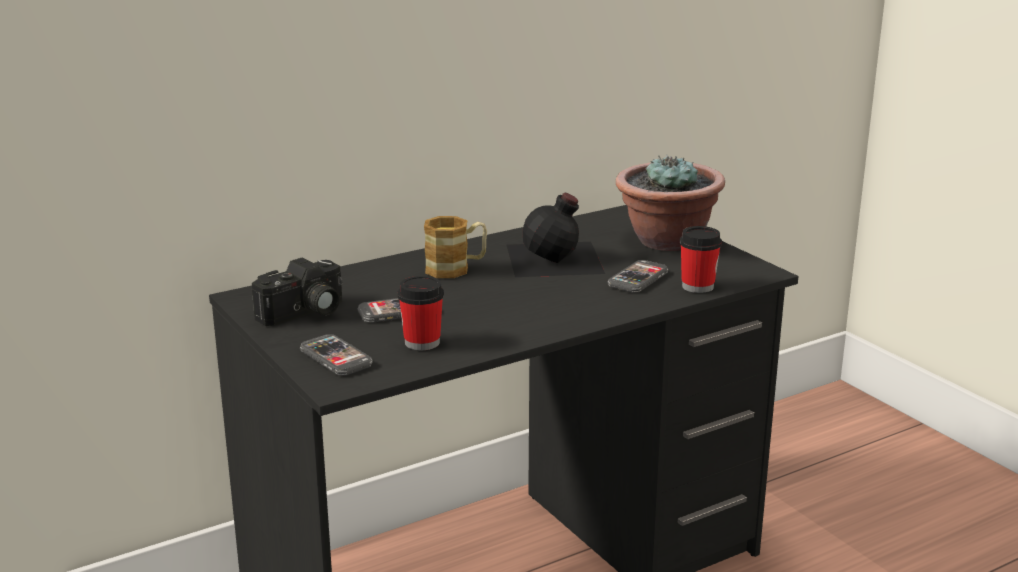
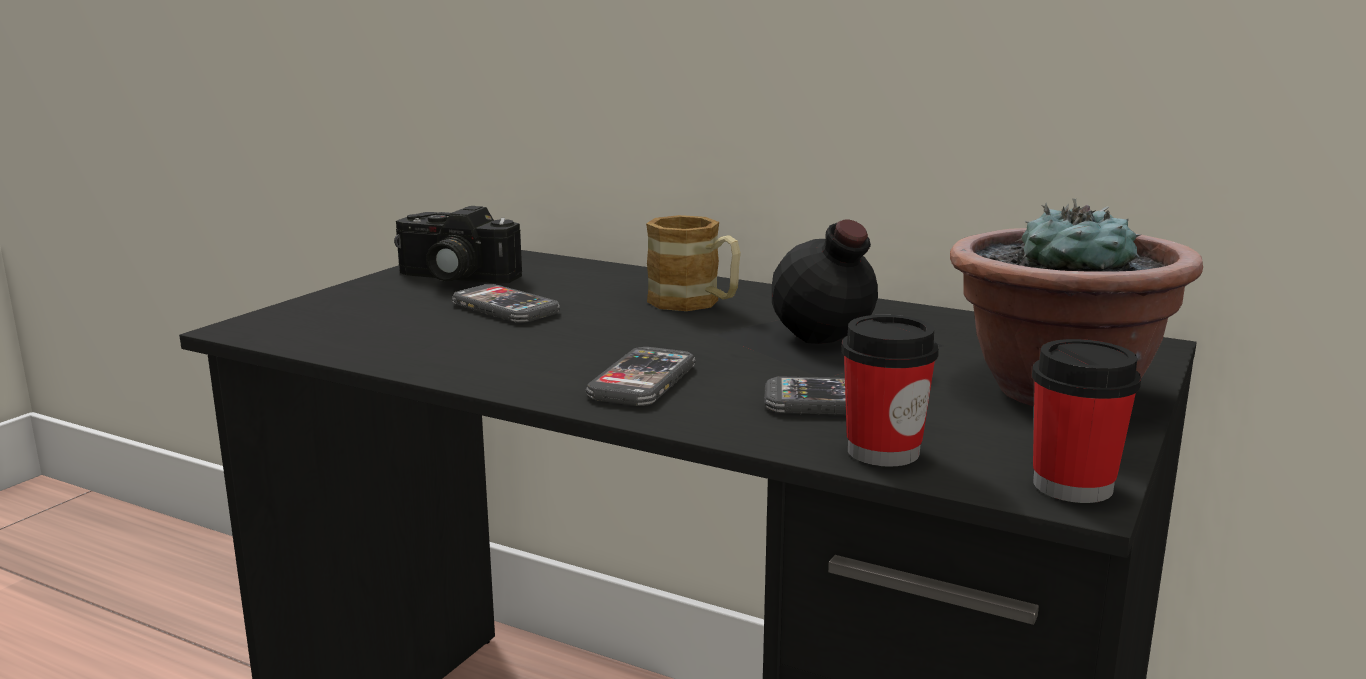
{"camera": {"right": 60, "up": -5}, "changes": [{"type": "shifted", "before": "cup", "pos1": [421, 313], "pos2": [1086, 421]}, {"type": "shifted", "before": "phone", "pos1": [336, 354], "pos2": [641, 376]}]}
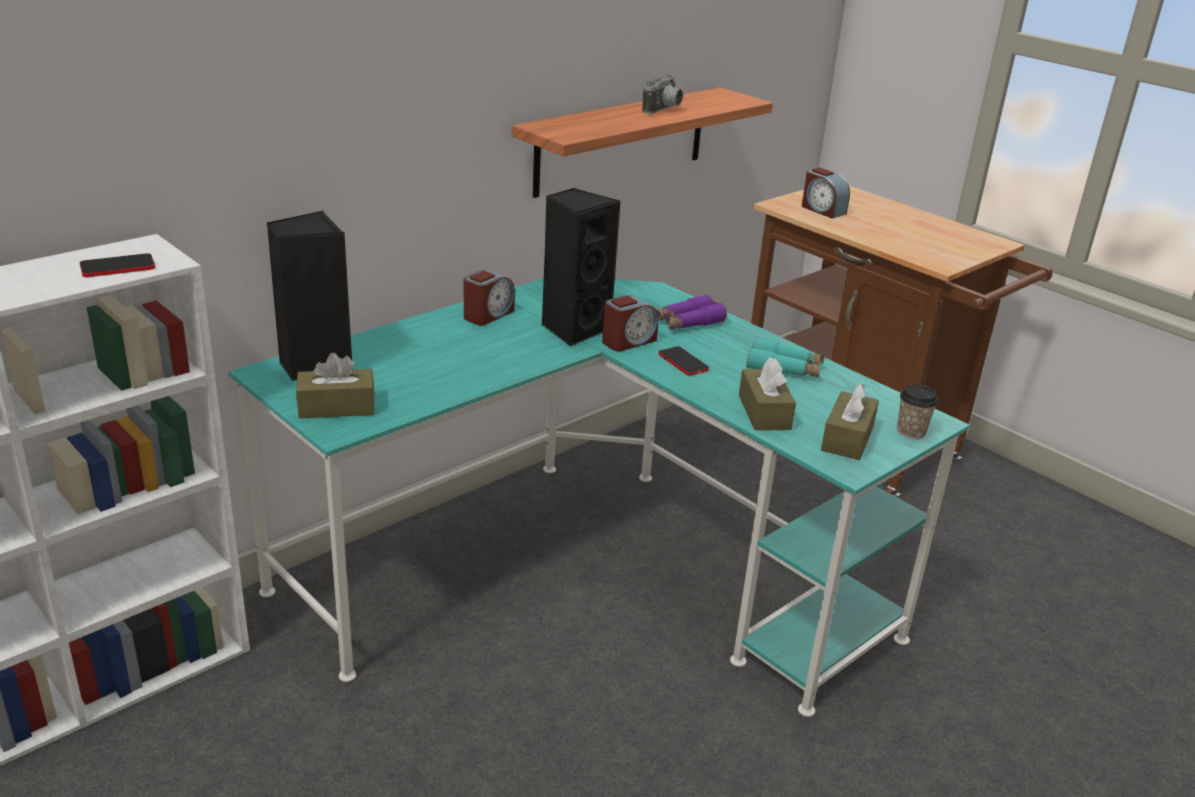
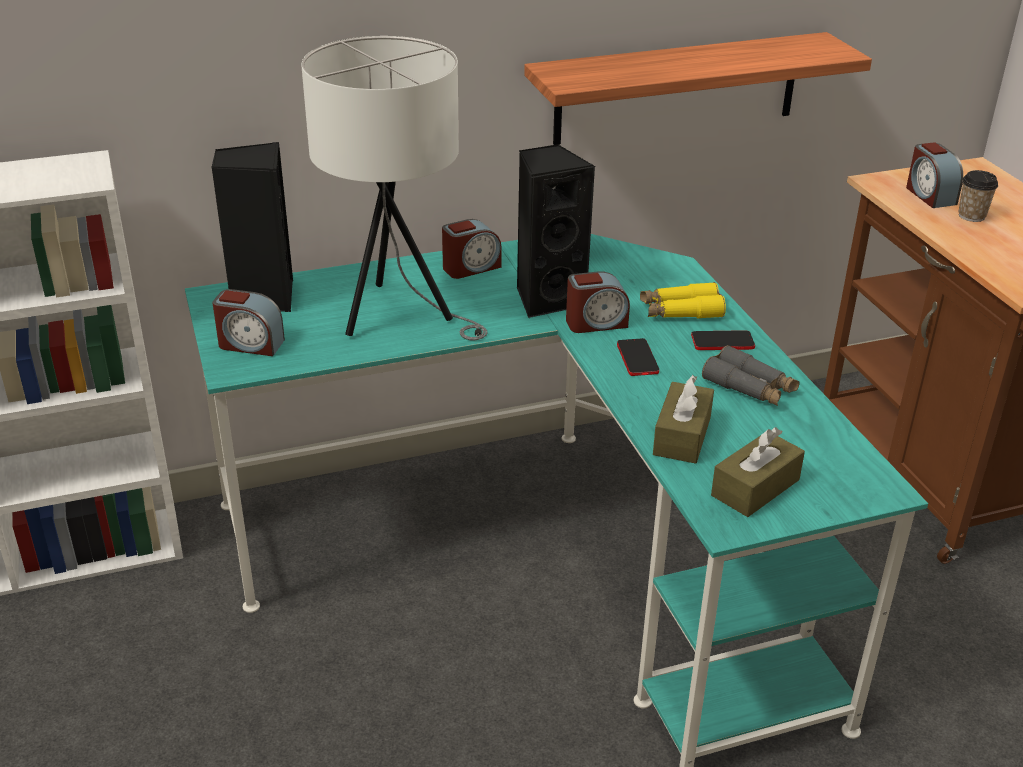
{"camera": {"right": 25, "up": 5}, "changes": [{"type": "gone", "before": "photo camera", "pos1": [662, 94]}, {"type": "shifted", "before": "phone", "pos1": [117, 265], "pos2": [723, 340]}, {"type": "repainted", "before": "purple binoculars", "after": "yellow binoculars", "pos1": [691, 312], "pos2": [683, 300]}, {"type": "repainted", "before": "turquoise binoculars", "after": "grey binoculars", "pos1": [785, 357], "pos2": [750, 375]}, {"type": "swapped", "before": "brown tissue box", "after": "alarm clock", "pos1": [335, 386], "pos2": [249, 322]}, {"type": "shifted", "before": "cup", "pos1": [917, 411], "pos2": [978, 196]}, {"type": "new", "after": "white table lamp", "pos2": [394, 188]}]}
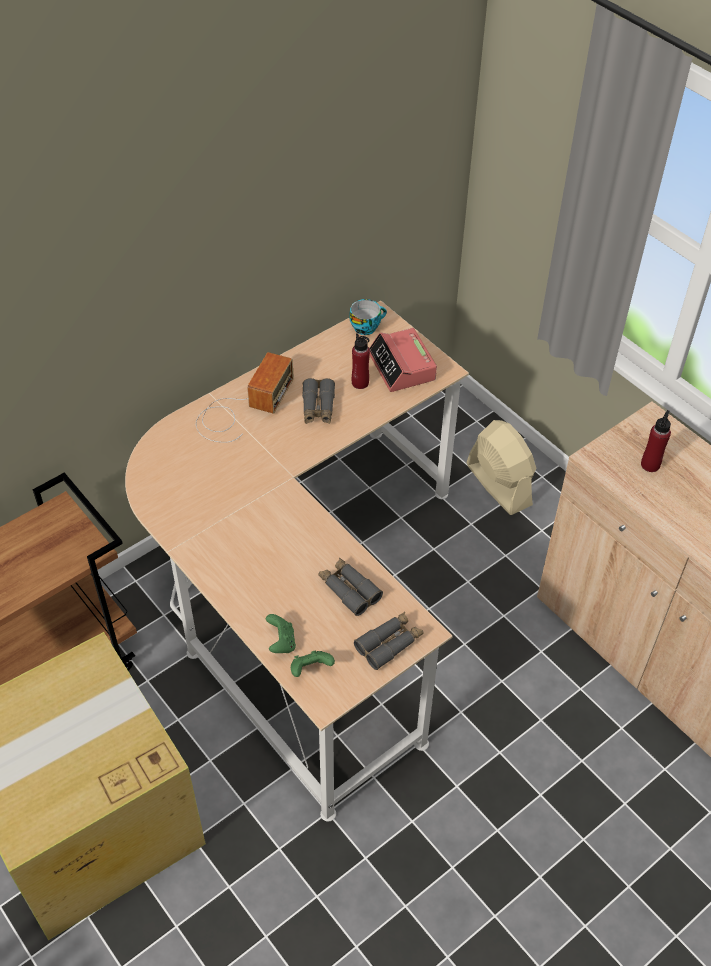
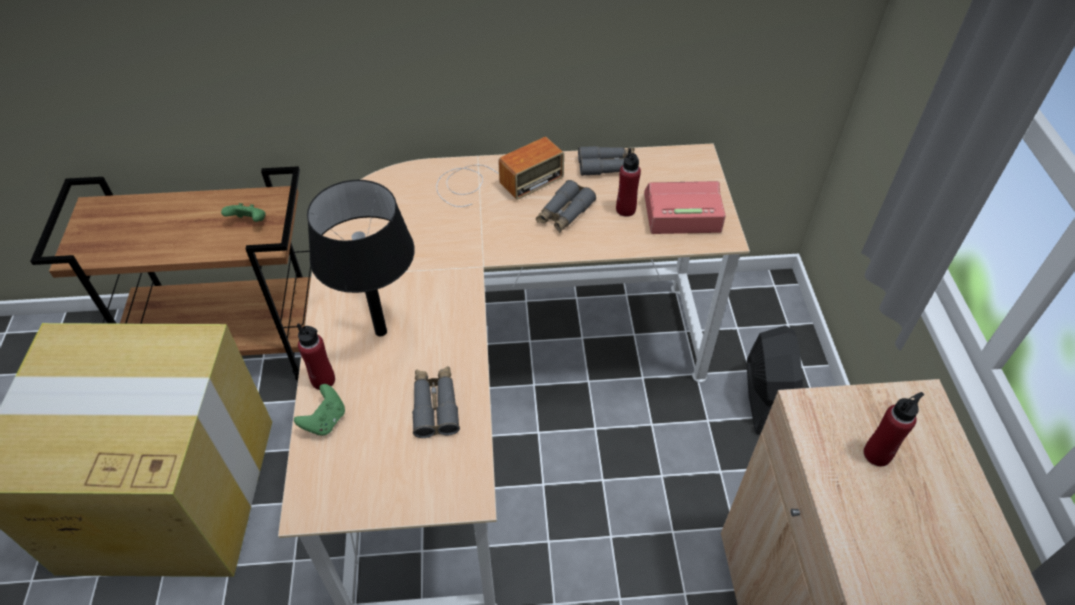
{"camera": {"right": 35, "up": 0}, "changes": [{"type": "gone", "before": "cup", "pos1": [368, 317]}, {"type": "rotated", "before": "alarm clock", "pos1": [403, 360], "pos2": [685, 207], "turn": 75}, {"type": "repainted", "before": "beige fan", "after": "black fan", "pos1": [501, 467], "pos2": [775, 379]}, {"type": "shifted", "before": "grey binoculars", "pos1": [388, 641], "pos2": [606, 161]}, {"type": "shifted", "before": "green game controller", "pos1": [313, 664], "pos2": [243, 212]}, {"type": "new", "after": "black table lamp", "pos2": [361, 258]}, {"type": "new", "after": "red bottle", "pos2": [316, 356]}]}
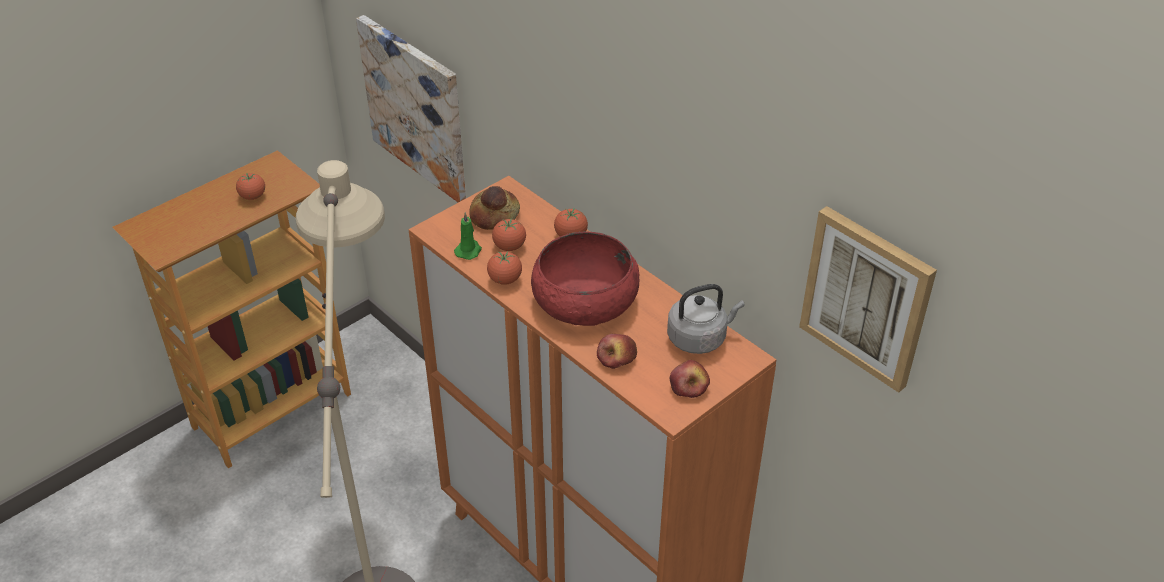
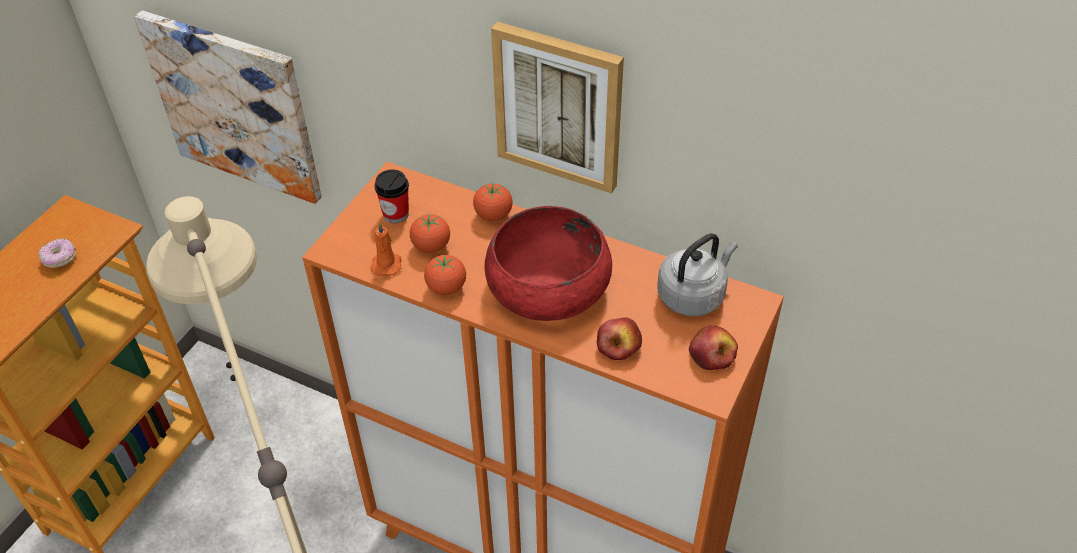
{"camera": {"right": -20, "up": 5}, "changes": [{"type": "swapped", "before": "tomato", "after": "donut", "pos1": [250, 186], "pos2": [57, 253]}, {"type": "swapped", "before": "bread", "after": "cup", "pos1": [494, 208], "pos2": [391, 196]}, {"type": "shifted", "before": "picture", "pos1": [868, 299], "pos2": [557, 108]}, {"type": "repainted", "before": "green candle", "after": "orange candle", "pos1": [468, 236], "pos2": [386, 249]}]}
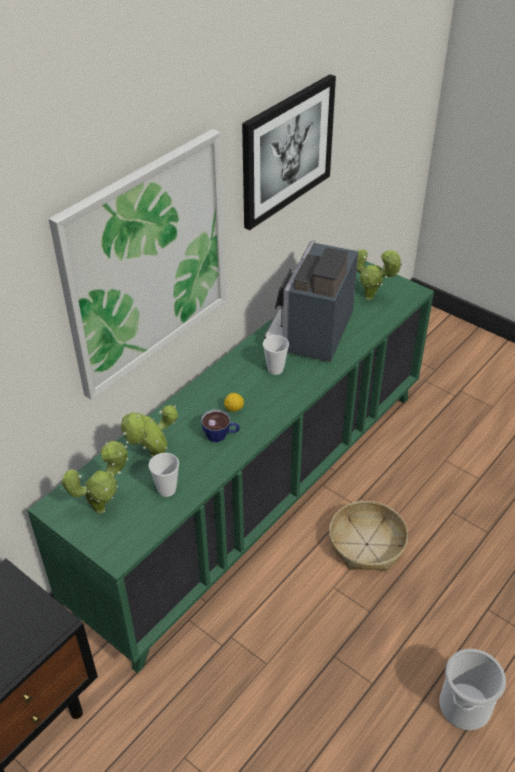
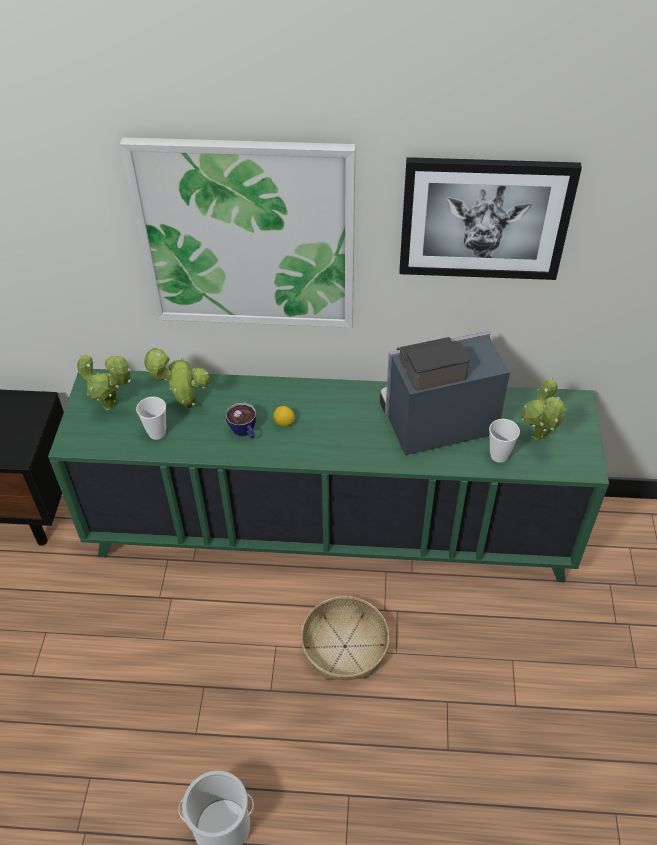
{"camera": {"right": 55, "up": 5}, "changes": [{"type": "shifted", "before": "cup", "pos1": [276, 355], "pos2": [504, 441]}]}
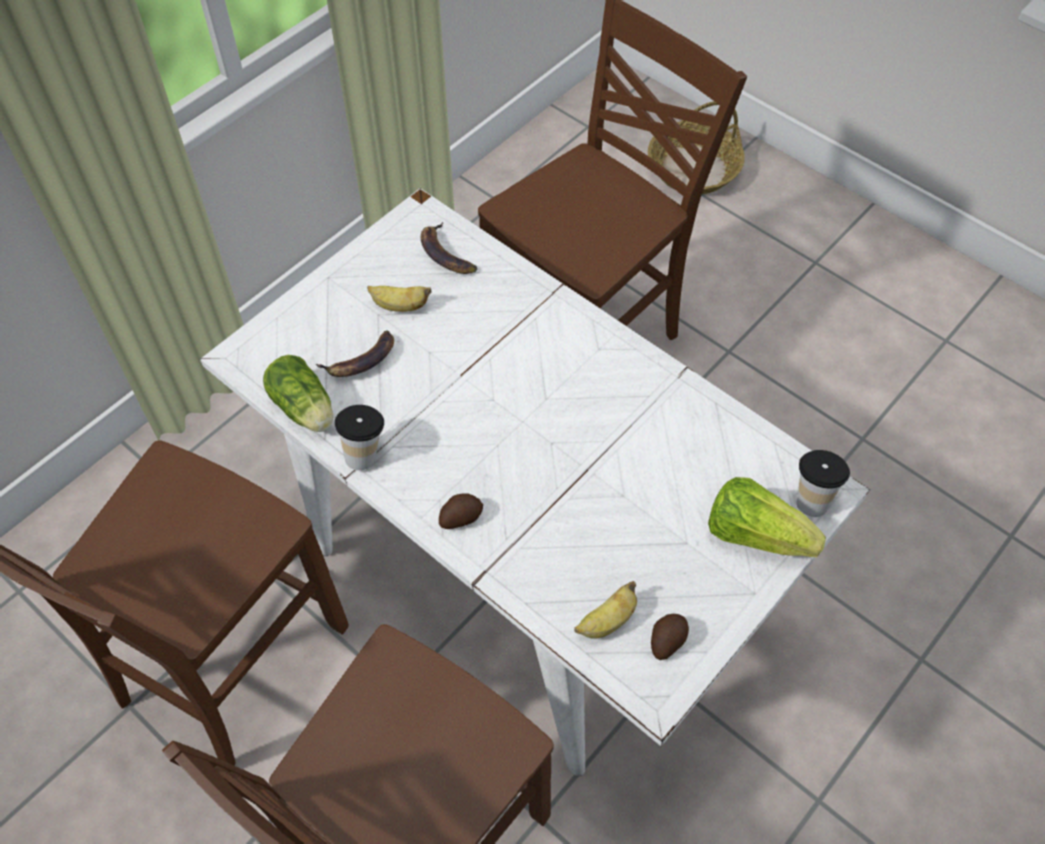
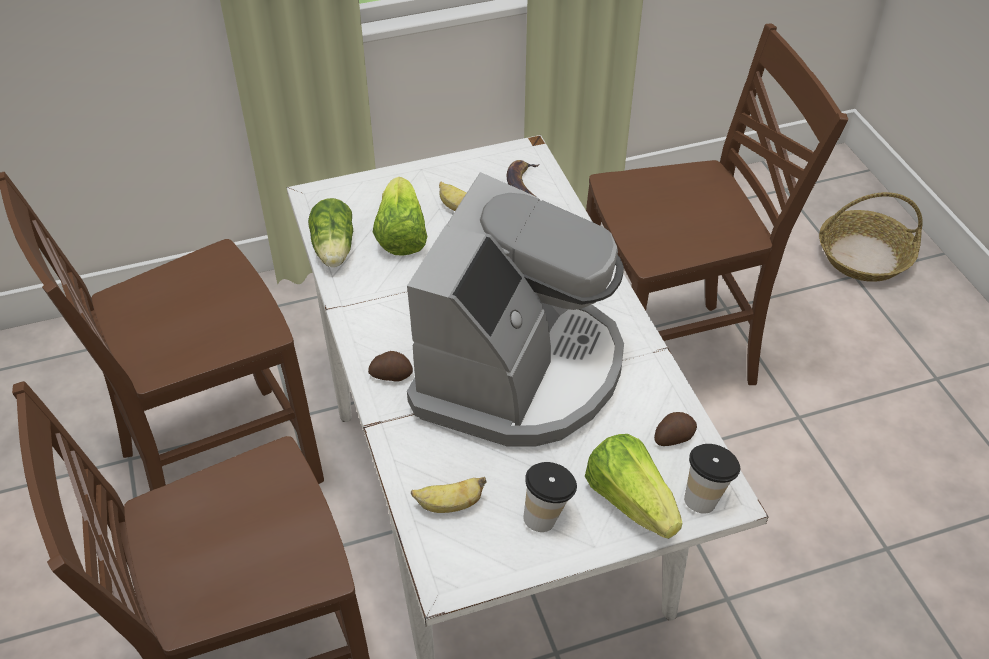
{"camera": {"right": 30, "up": -10}, "changes": [{"type": "swapped", "before": "banana", "after": "lettuce", "pos1": [355, 353], "pos2": [400, 216]}, {"type": "shifted", "before": "cup", "pos1": [359, 437], "pos2": [550, 497]}, {"type": "shifted", "before": "potato", "pos1": [670, 637], "pos2": [675, 429]}, {"type": "new", "after": "coffee machine", "pos2": [515, 309]}]}
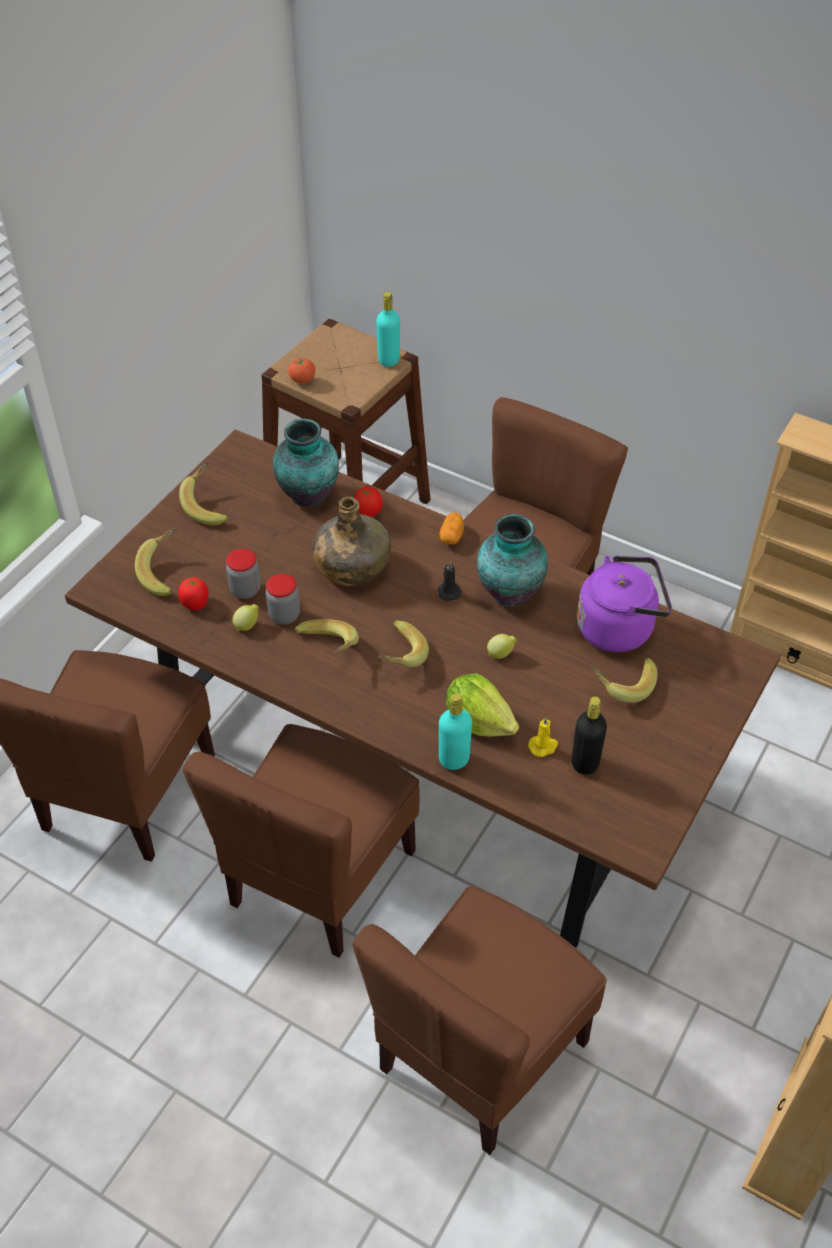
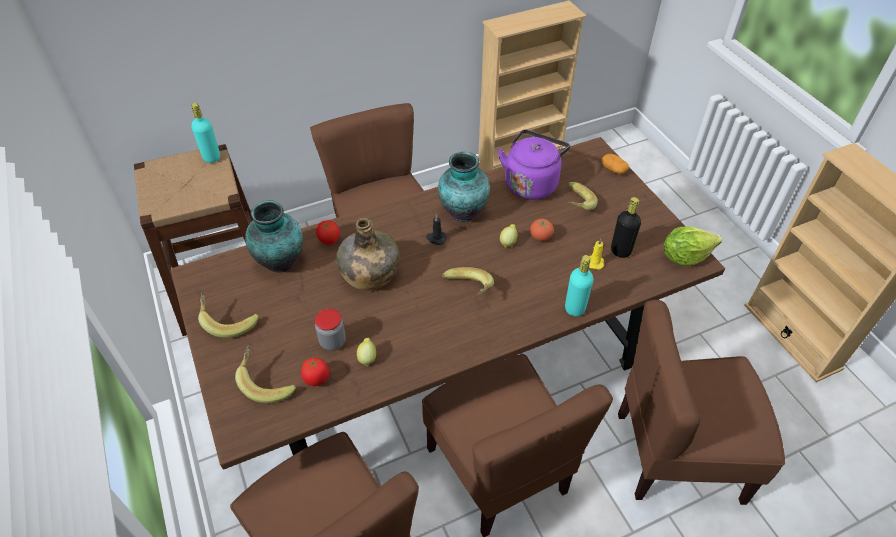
{"camera": {"right": -55, "up": 0}, "changes": [{"type": "shifted", "before": "tomato", "pos1": [301, 370], "pos2": [542, 230]}, {"type": "shifted", "before": "potato", "pos1": [452, 529], "pos2": [615, 164]}, {"type": "gone", "before": "jar", "pos1": [283, 599]}, {"type": "gone", "before": "banana", "pos1": [327, 636]}, {"type": "shifted", "before": "lettuce", "pos1": [482, 705], "pos2": [692, 246]}, {"type": "rotated", "before": "brown chair", "pos1": [480, 1020], "pos2": [701, 402], "turn": 105}]}
